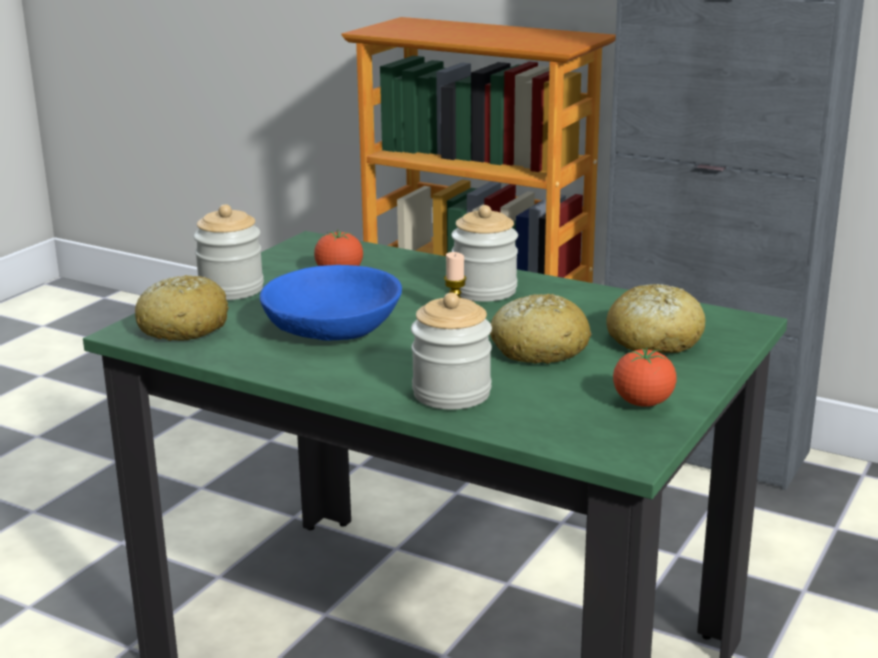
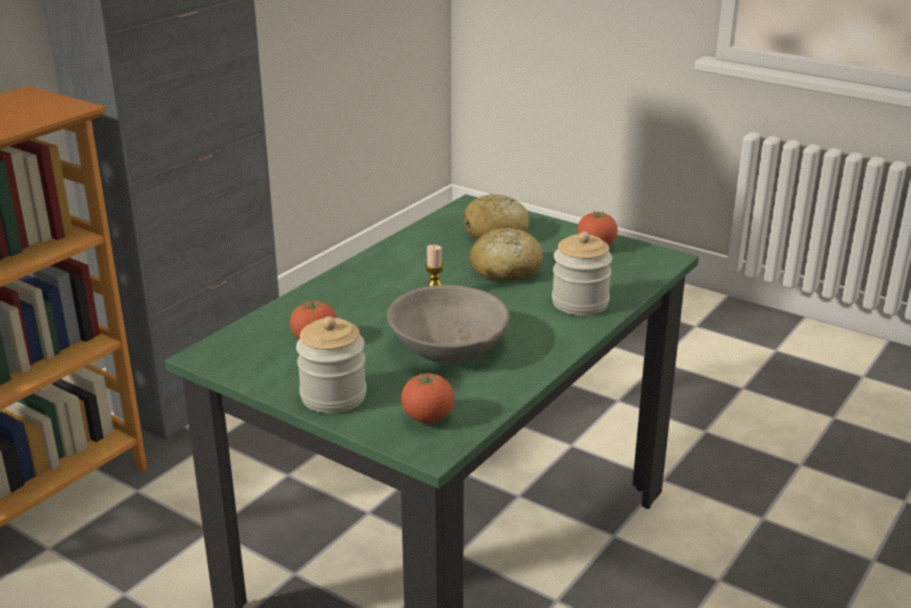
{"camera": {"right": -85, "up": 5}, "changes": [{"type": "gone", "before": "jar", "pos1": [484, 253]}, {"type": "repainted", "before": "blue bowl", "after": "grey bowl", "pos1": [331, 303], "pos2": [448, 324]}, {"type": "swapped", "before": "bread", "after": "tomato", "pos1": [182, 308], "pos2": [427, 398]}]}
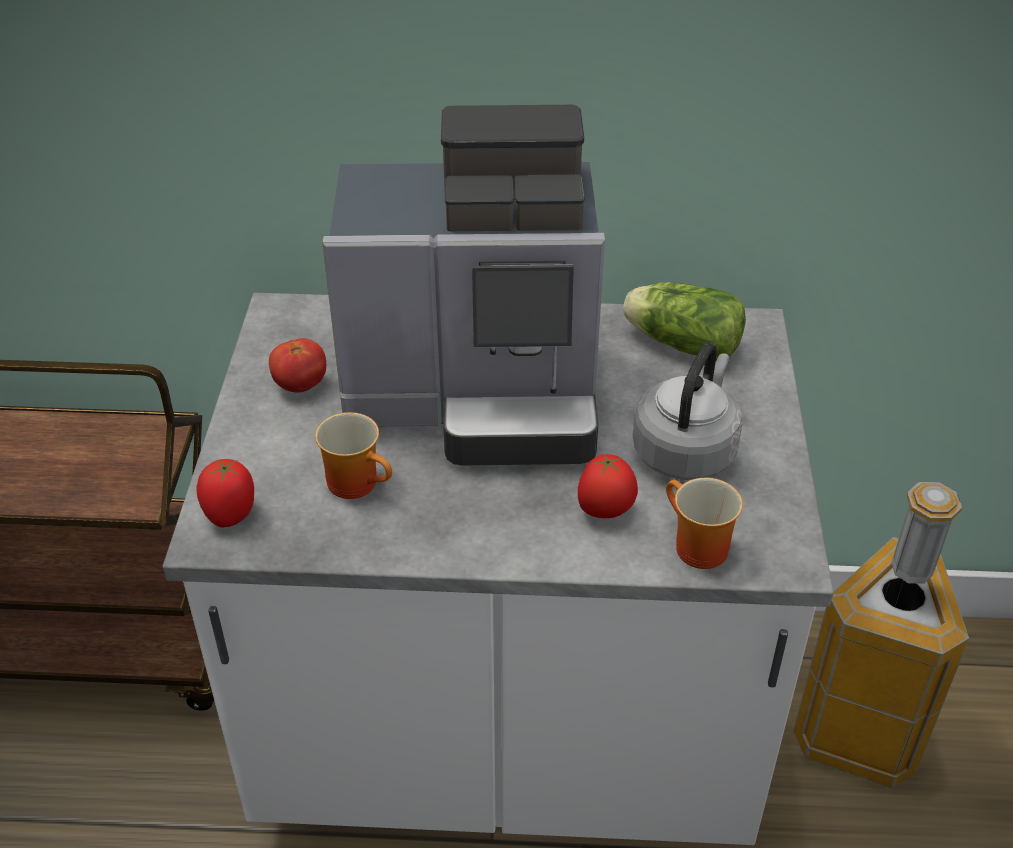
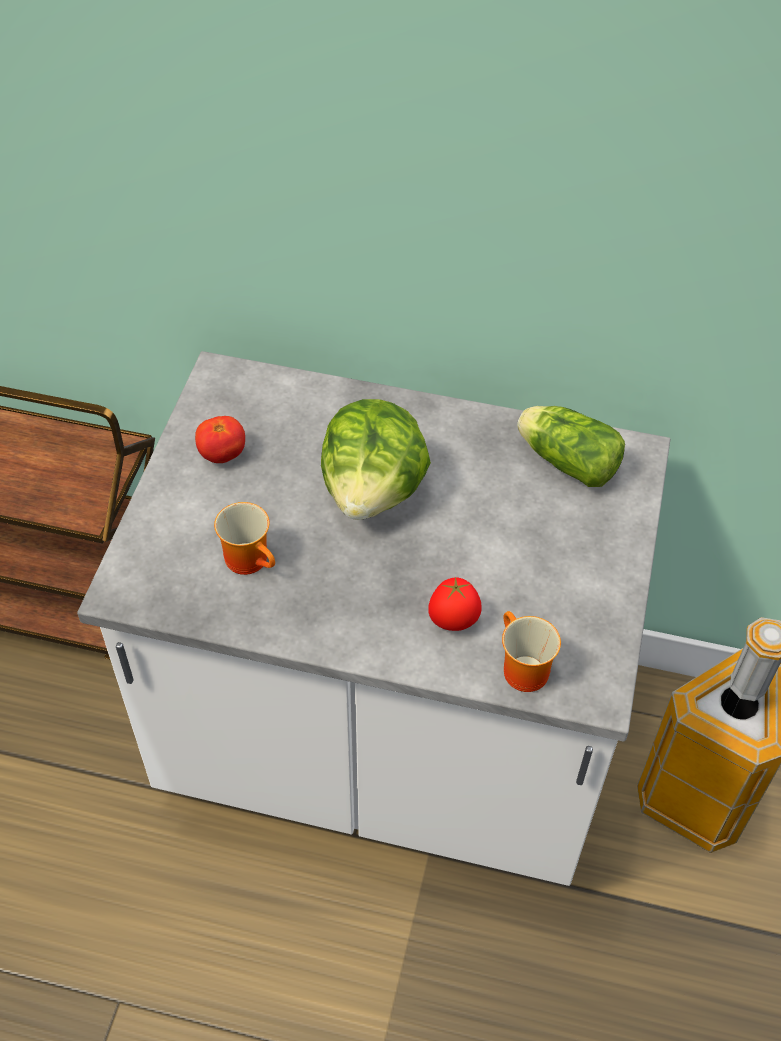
{"camera": {"right": 10, "up": 10}, "changes": [{"type": "swapped", "before": "coffee machine", "after": "lettuce", "pos1": [463, 285], "pos2": [376, 459]}, {"type": "gone", "before": "grey kettle", "pos1": [688, 411]}, {"type": "gone", "before": "tomato", "pos1": [225, 493]}]}
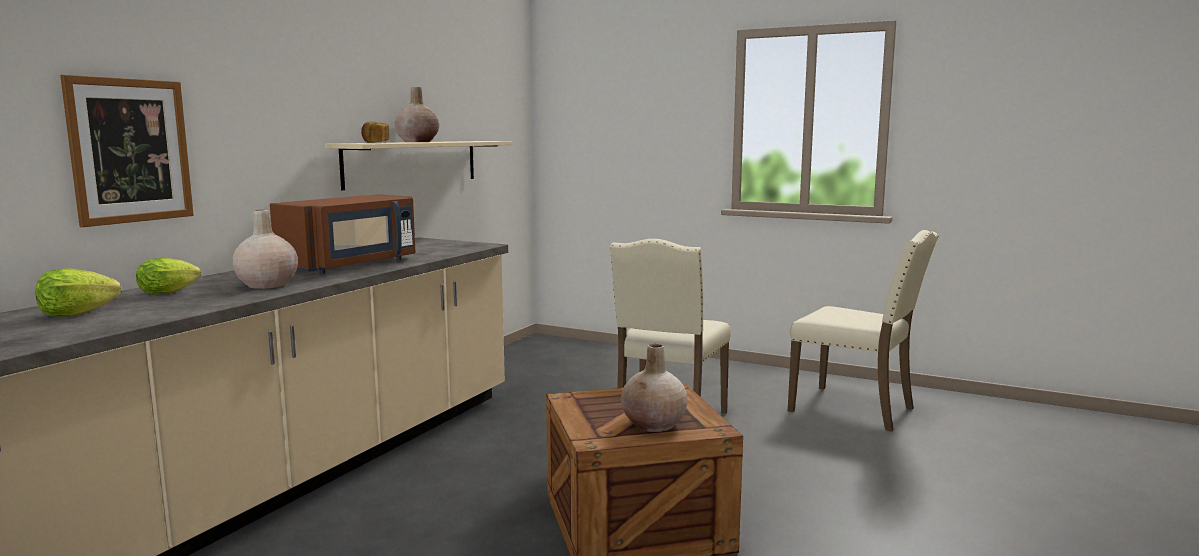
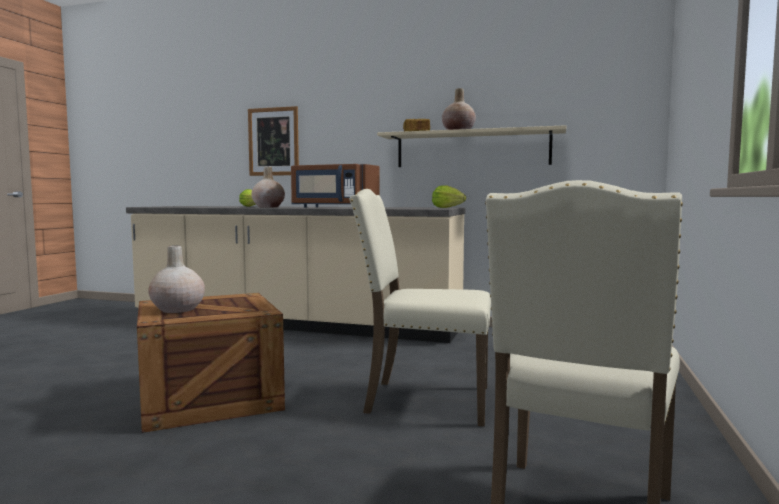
{"camera": {"right": 80, "up": -5}, "changes": [{"type": "shifted", "before": "lettuce", "pos1": [78, 292], "pos2": [449, 196]}]}
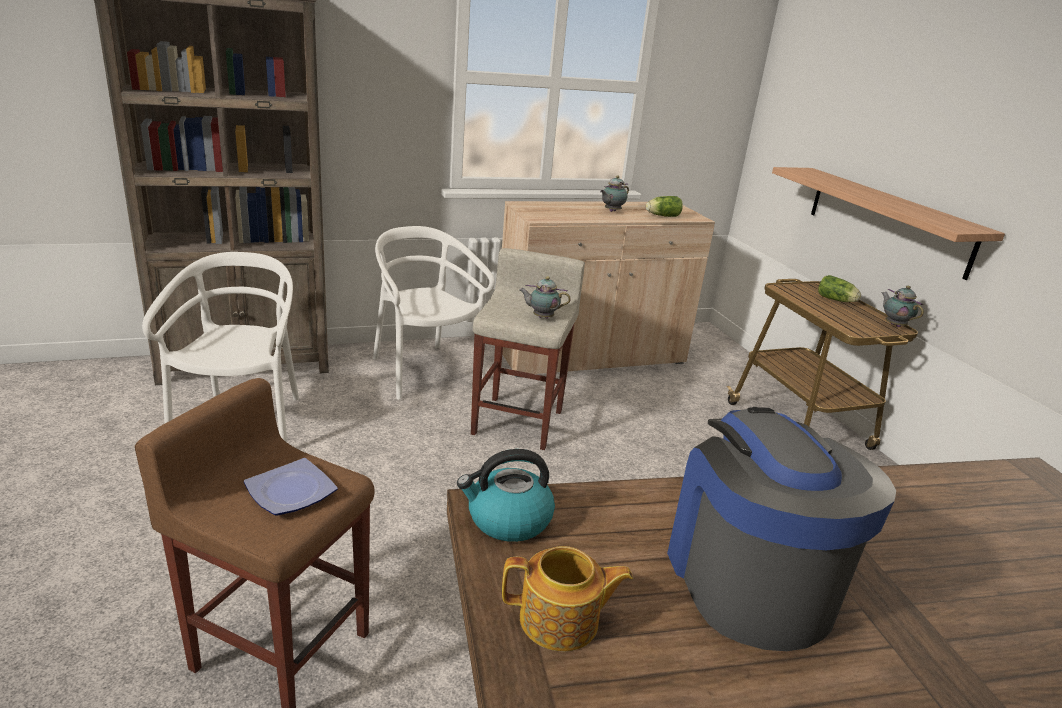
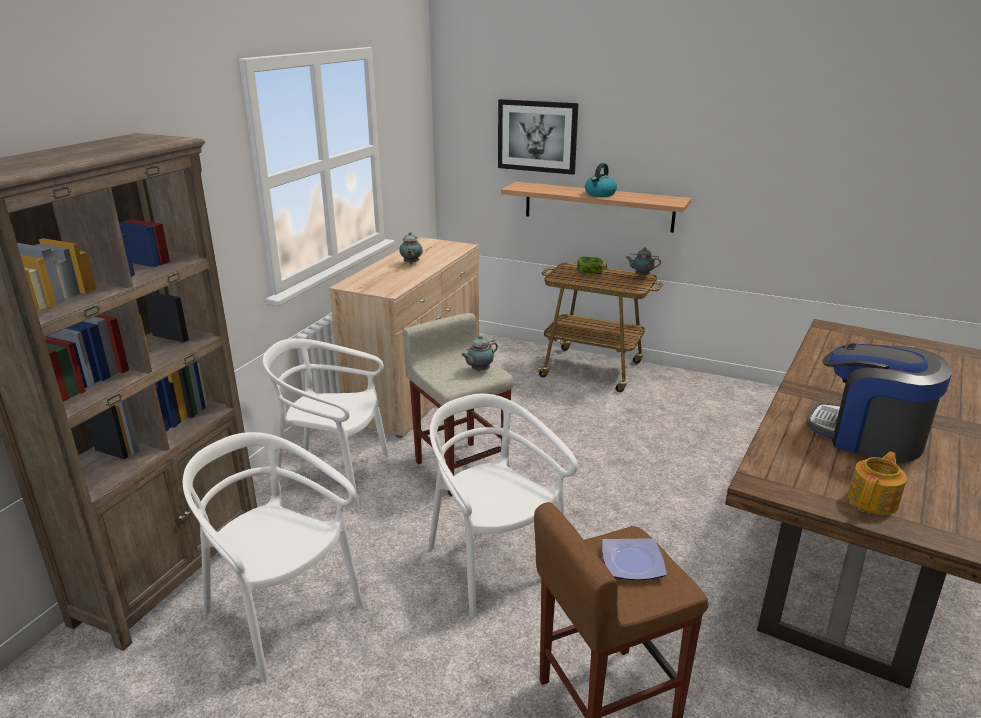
{"camera": {"right": -45, "up": 0}, "changes": [{"type": "gone", "before": "lettuce", "pos1": [664, 206]}, {"type": "shifted", "before": "kettle", "pos1": [506, 495], "pos2": [601, 180]}, {"type": "new", "after": "picture", "pos2": [538, 137]}, {"type": "new", "after": "white chair", "pos2": [503, 506]}]}
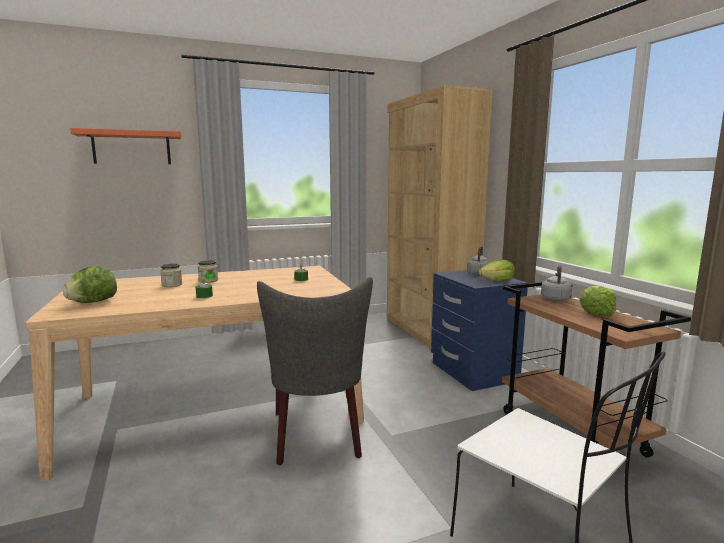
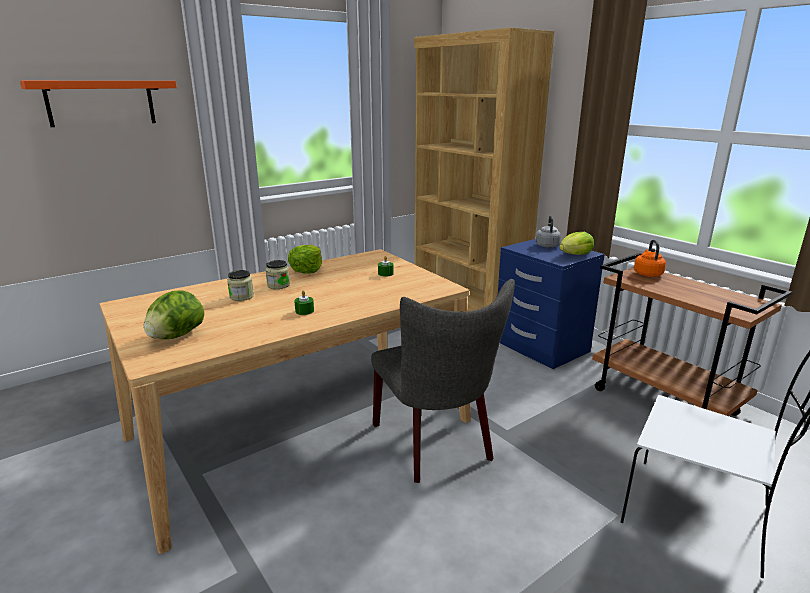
{"camera": {"right": -15, "up": 10}, "changes": [{"type": "repainted", "before": "grey kettle", "after": "orange kettle", "pos1": [556, 283], "pos2": [650, 258]}, {"type": "shifted", "before": "lettuce", "pos1": [598, 301], "pos2": [305, 259]}]}
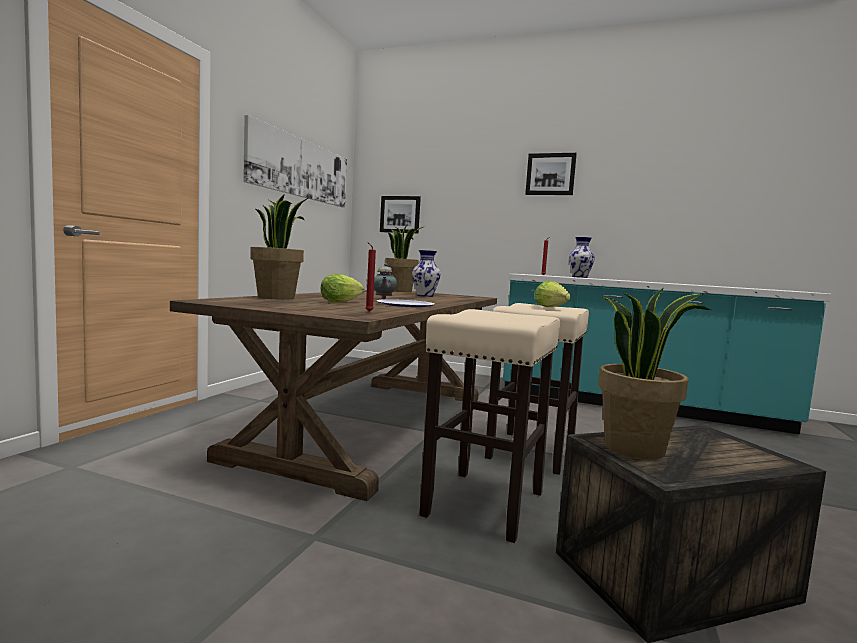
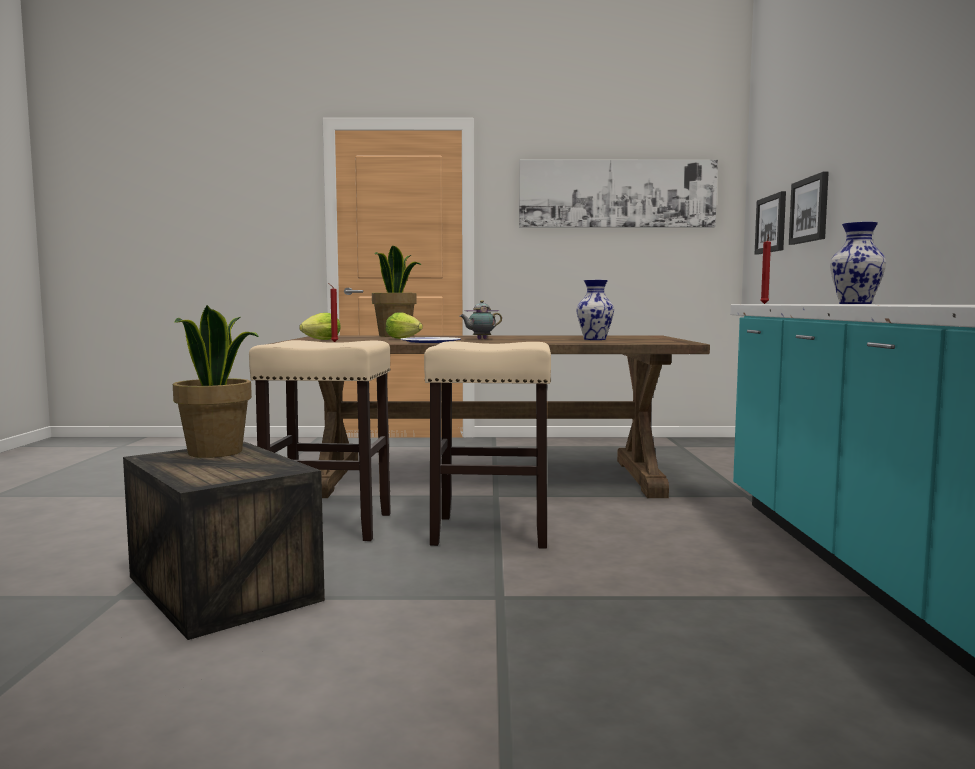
{"camera": {"right": 70, "up": 0}, "changes": [{"type": "shifted", "before": "picture", "pos1": [551, 174], "pos2": [809, 208]}, {"type": "gone", "before": "potted plant", "pos1": [405, 258]}, {"type": "shifted", "before": "lettuce", "pos1": [552, 294], "pos2": [320, 326]}]}
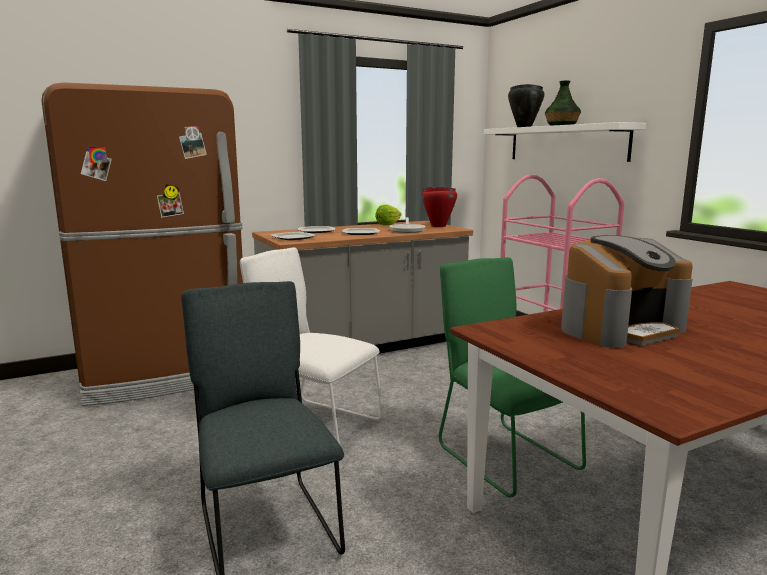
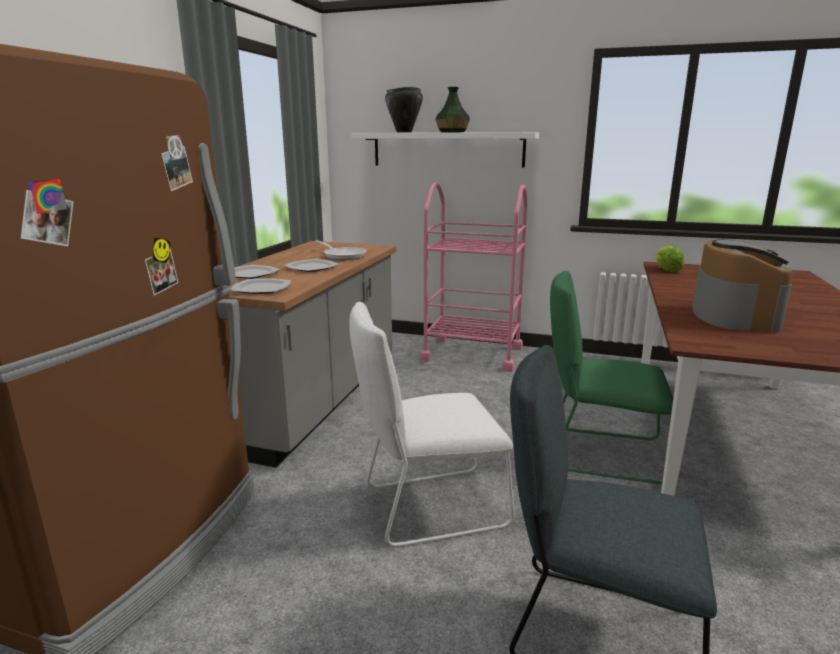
{"camera": {"right": -45, "up": 5}, "changes": [{"type": "gone", "before": "red cooking pot", "pos1": [439, 207]}, {"type": "shifted", "before": "lettuce", "pos1": [388, 215], "pos2": [670, 259]}]}
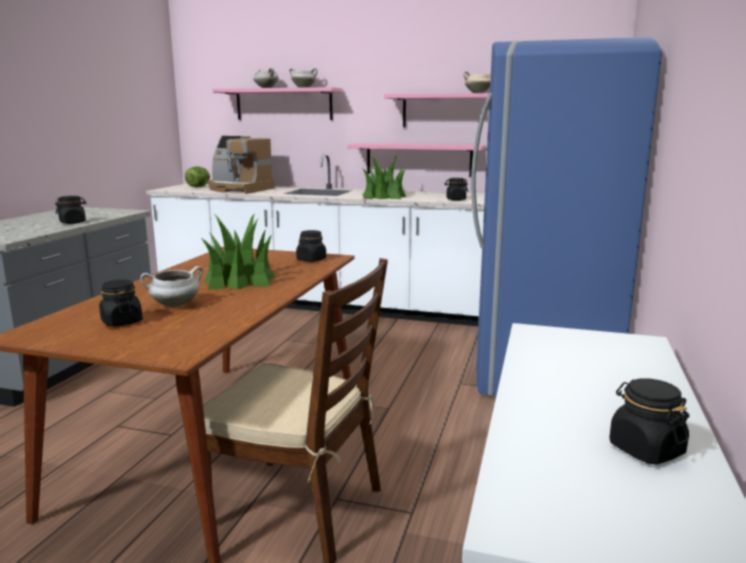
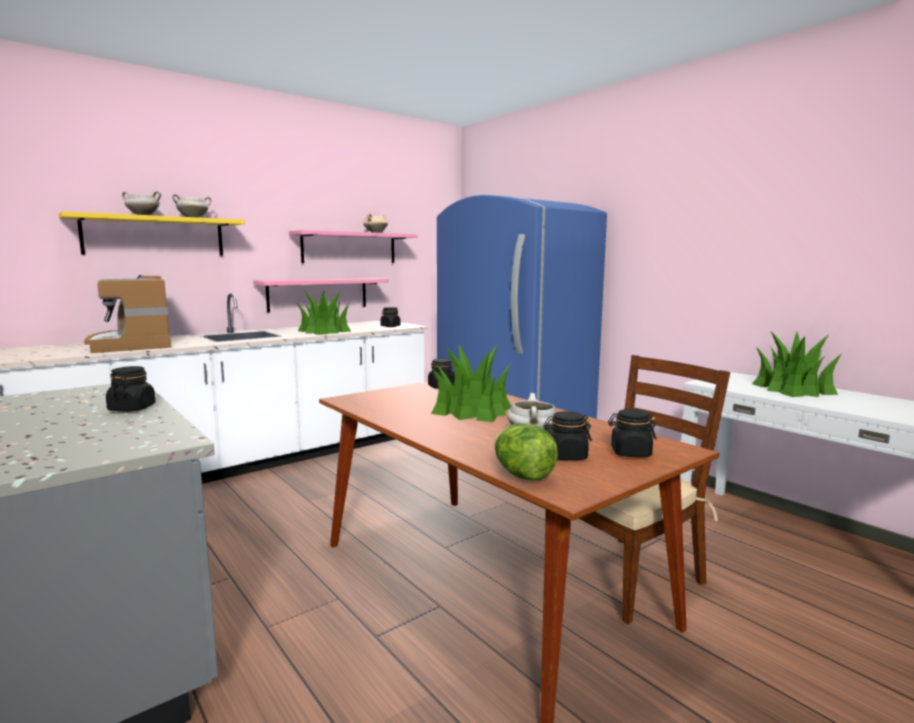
{"camera": {"right": -55, "up": -5}, "changes": [{"type": "repainted", "before": "pink shelf", "after": "yellow shelf", "pos1": [277, 103], "pos2": [152, 233]}, {"type": "rotated", "before": "coffee machine", "pos1": [241, 165], "pos2": [128, 314], "turn": 90}, {"type": "shifted", "before": "lettuce", "pos1": [197, 176], "pos2": [526, 452]}, {"type": "shifted", "before": "black jar", "pos1": [649, 421], "pos2": [632, 433]}, {"type": "new", "after": "potted plant", "pos2": [796, 364]}]}
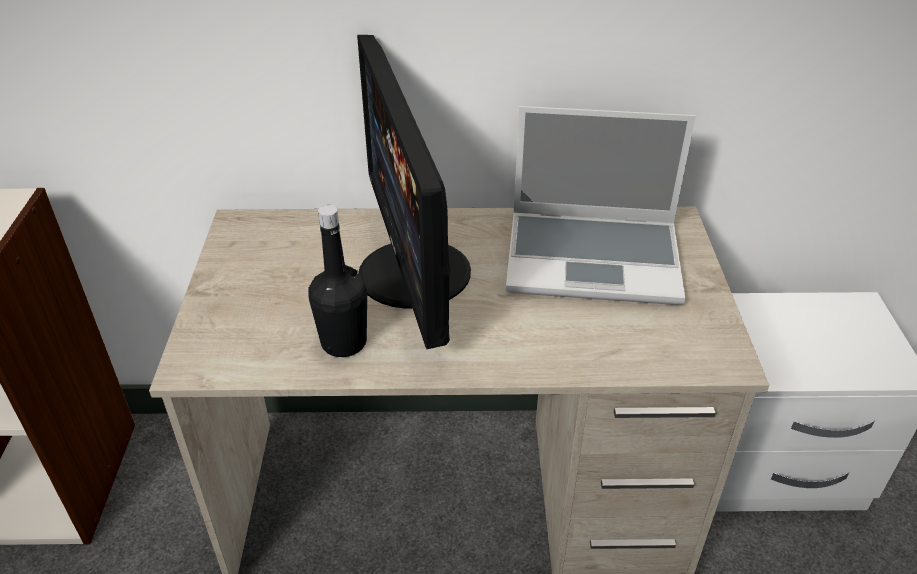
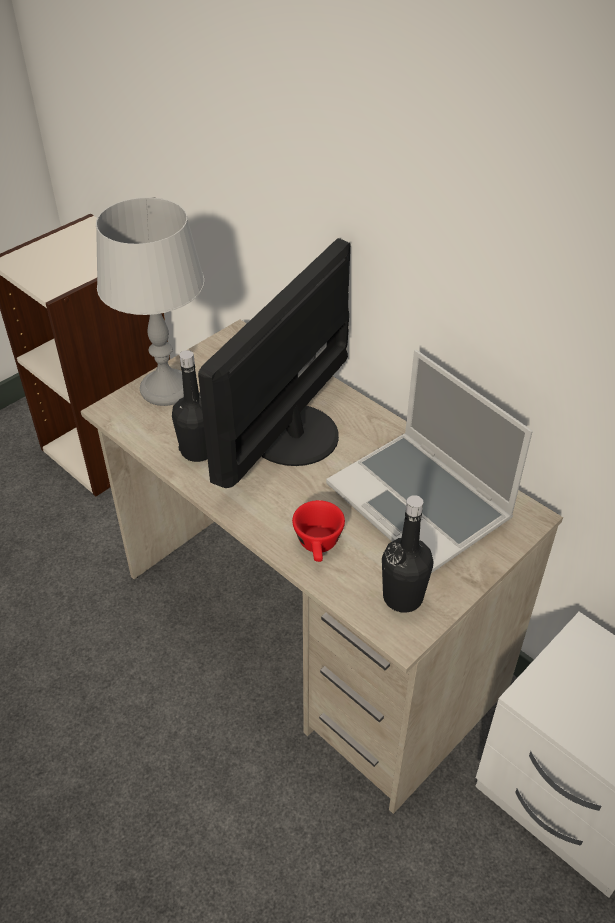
{"camera": {"right": 45, "up": 5}, "changes": [{"type": "new", "after": "grey table lamp", "pos2": [150, 301]}, {"type": "new", "after": "black bottle", "pos2": [408, 554]}, {"type": "new", "after": "red cup", "pos2": [318, 531]}]}
